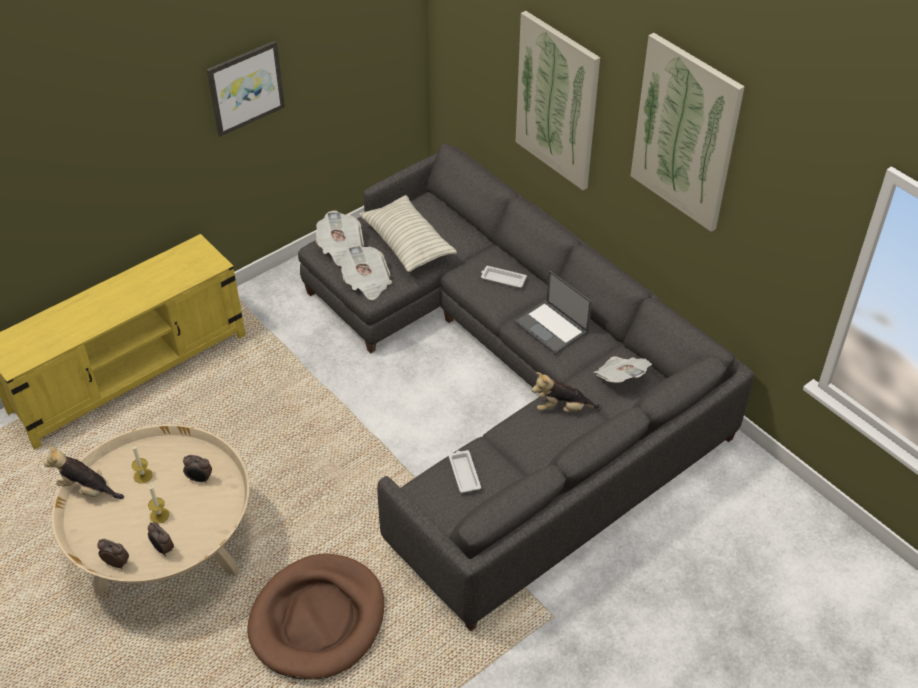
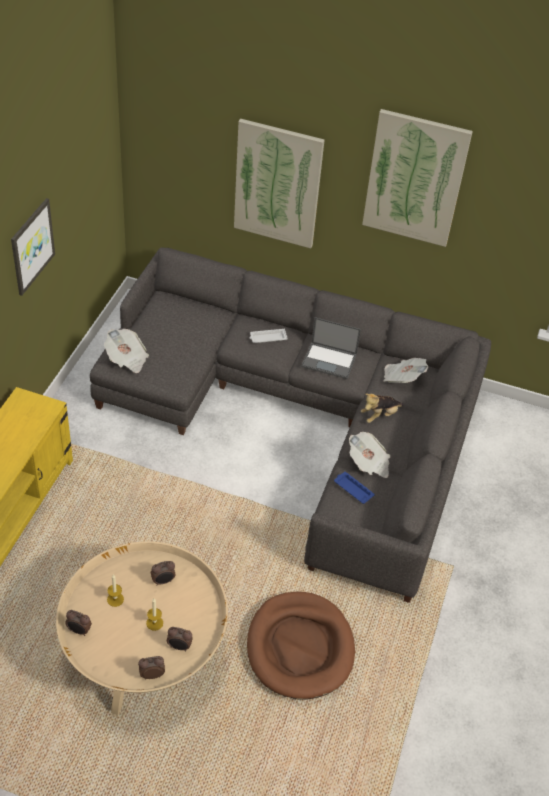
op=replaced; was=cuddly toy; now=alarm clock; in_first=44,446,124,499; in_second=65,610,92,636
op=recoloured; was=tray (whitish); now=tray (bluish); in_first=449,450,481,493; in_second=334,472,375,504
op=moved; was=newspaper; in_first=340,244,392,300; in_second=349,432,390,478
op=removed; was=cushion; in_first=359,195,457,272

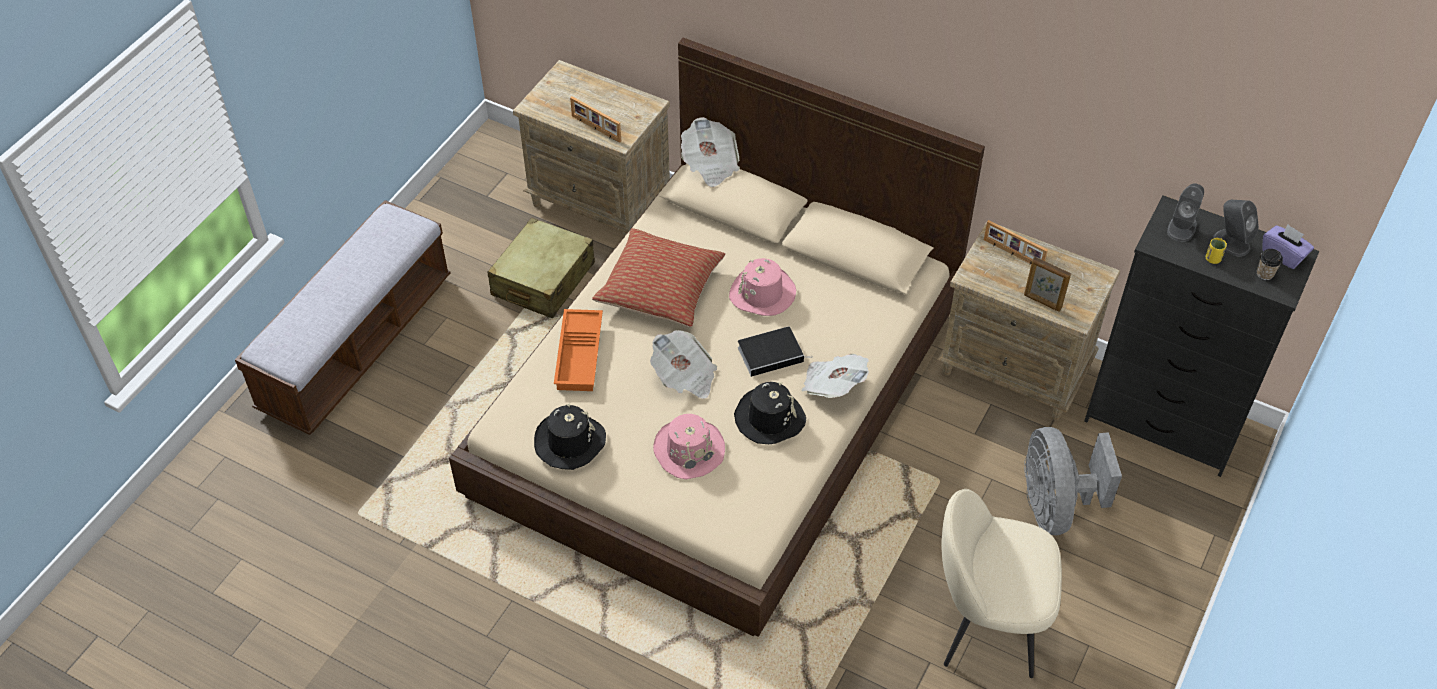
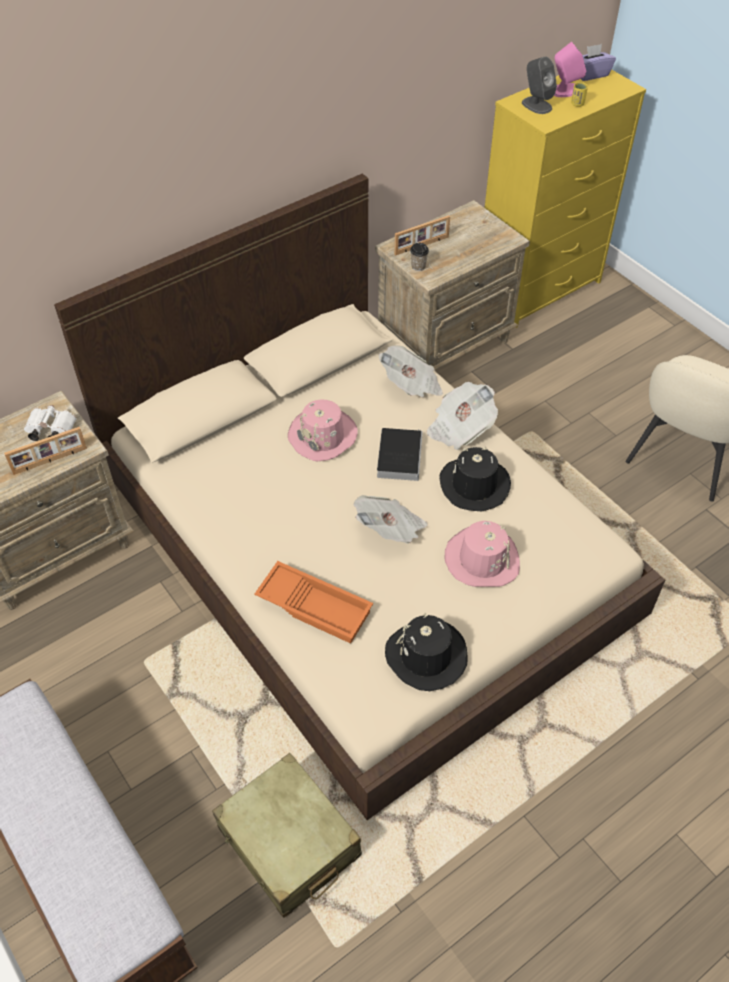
op=added; now=pair of binoculars (whitish); in_second=24,405,77,441
op=moved; was=travel case (sand-coloured); in_first=487,218,595,318; in_second=212,753,362,918
op=moved; was=newspaper; in_first=681,117,740,187; in_second=379,345,443,397
op=moved; was=cup; in_first=1257,249,1283,280; in_second=410,243,429,271
op=recoloured; was=chest of drawers (blackish); now=chest of drawers (yellowish); in_first=1085,195,1319,477; in_second=484,70,646,328
op=recoloured; was=audio speaker (gray); now=audio speaker (pink-coloured); in_first=1213,200,1259,257; in_second=554,42,586,97
op=removed; was=cushion; in_first=592,228,725,327
op=removed; was=photo frame; in_first=1024,257,1071,312
op=removed; was=cooling fan (gray); in_first=1024,427,1122,535

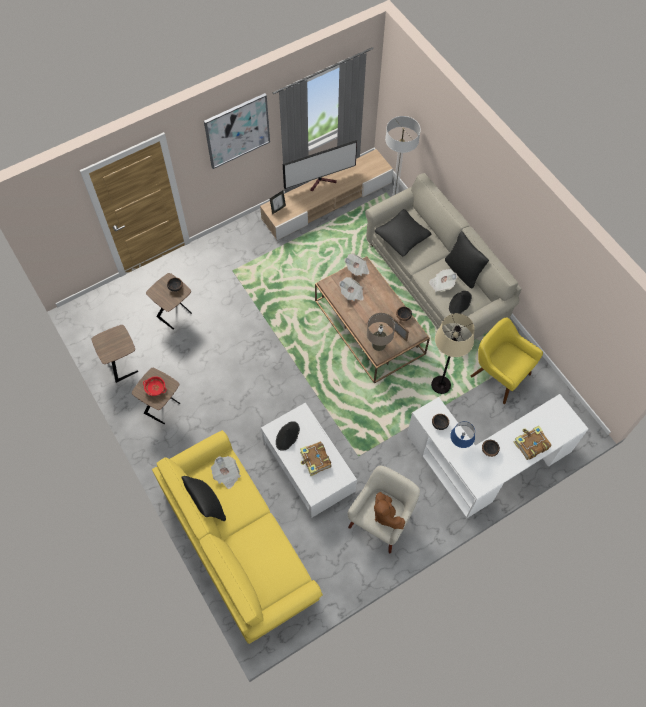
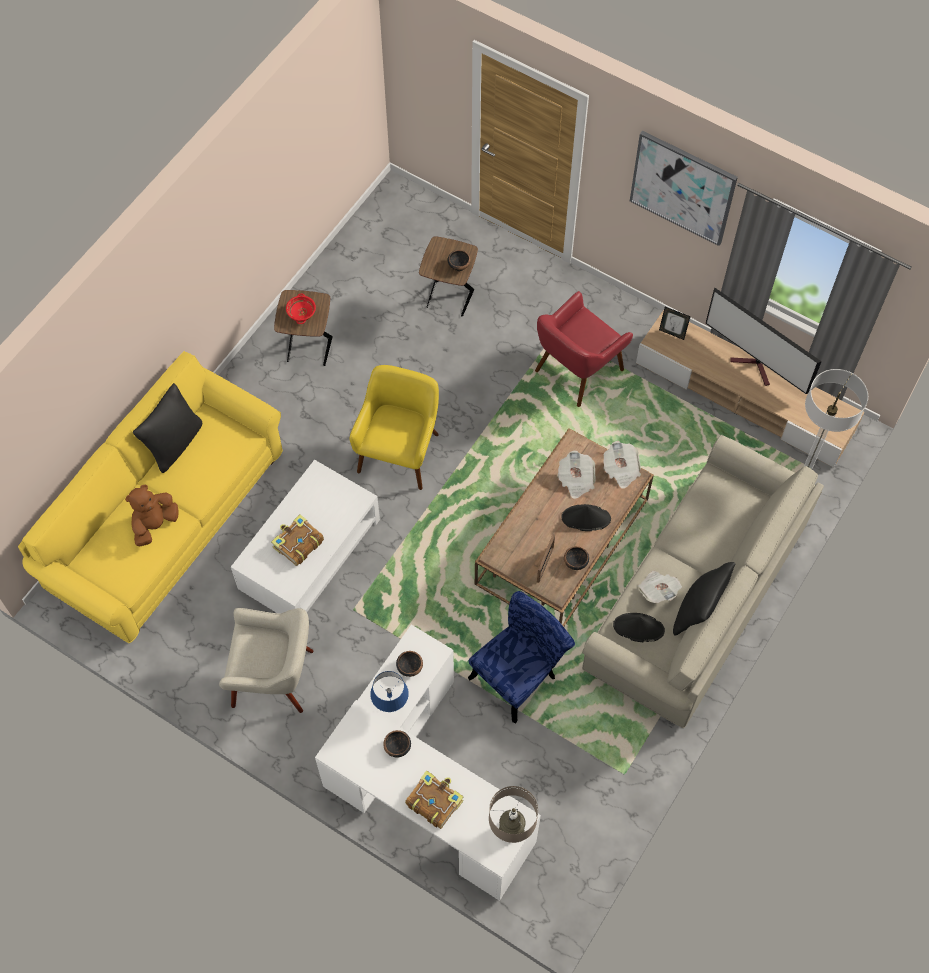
op=moved; was=cuddly toy (brown-coloured); in_first=374,492,405,529; in_second=125,485,179,546
op=moved; was=lounge chair (yellowish); in_first=471,318,543,404; in_second=349,365,439,490
op=replaced; was=floor lamp (sand-coloured); now=upright chair (bluish); in_first=431,313,475,394; in_second=468,591,575,724
op=moved; was=lamp for a table (sand-coloured); in_first=367,313,395,351; in_second=489,786,538,843
op=added; now=lounge chair (red-coloured); in_second=535,291,633,407
op=moved; was=wearable hat (blackish); in_first=276,421,300,451; in_second=561,504,611,531
op=removed; was=accent table (brown-coloured); in_first=92,325,138,383
op=removed; was=newspaper; in_first=211,456,241,489
op=removed; was=cushion (blackish); in_first=375,209,431,257

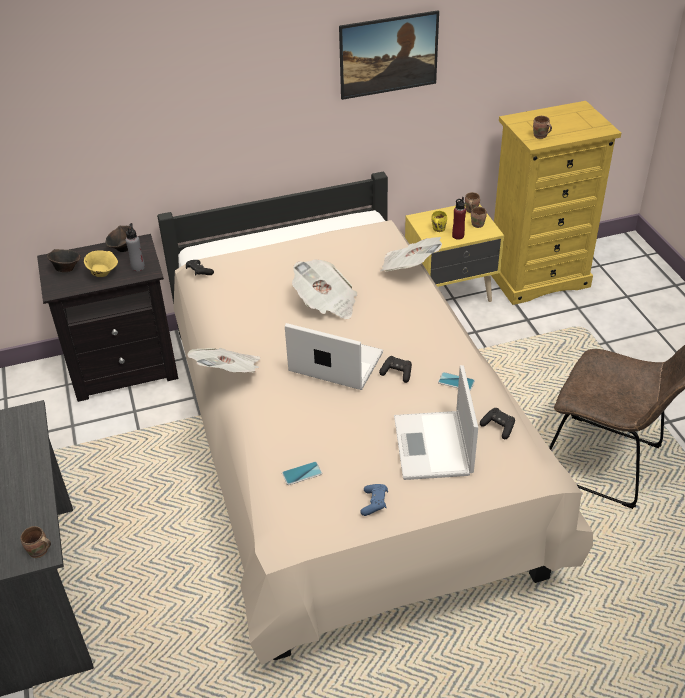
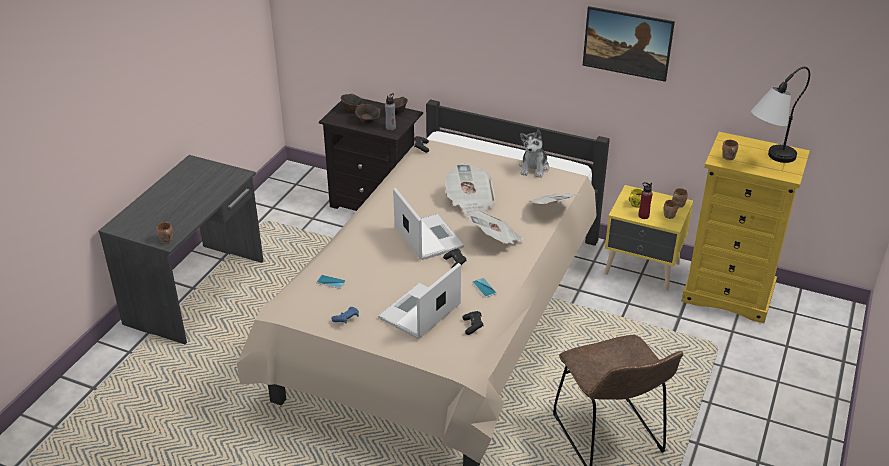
op=recoloured; was=bowl (yellowish); now=bowl (brown-coloured); in_first=84,250,118,277; in_second=355,104,380,124
op=moved; was=newspaper; in_first=187,348,261,372; in_second=468,210,525,244
op=added; now=cuddly toy; in_second=520,130,549,178
op=added; now=lamp for a table; in_second=751,67,810,163

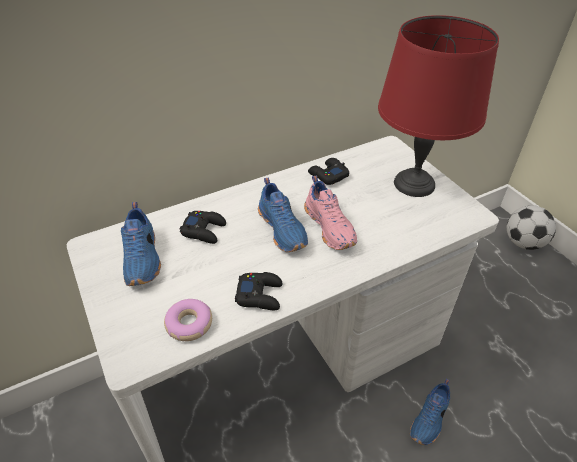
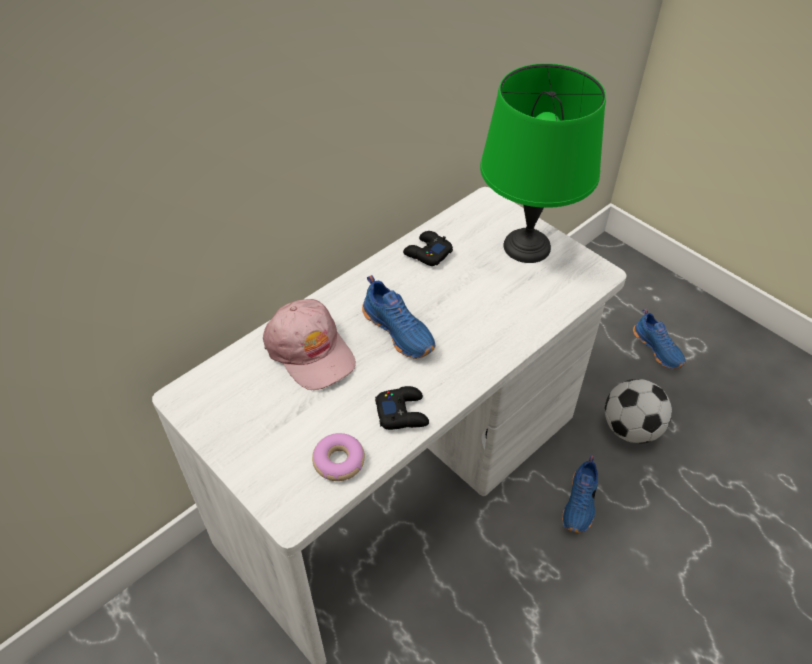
op=replaced; was=joypad (blackish); now=baseball cap (pink-coloured); in_first=179,211,226,244; in_second=263,299,356,390
op=recoloured; was=lamp for a table (red-coloured); now=lamp for a table (greenish); in_first=378,15,499,197; in_second=480,63,606,263
op=moved; was=football; in_first=507,205,556,250; in_second=605,379,672,444
op=moved; was=low shoe (bluish); in_first=121,202,161,286; in_second=633,309,686,369
op=removed; was=low shoe (pink-coloured); in_first=304,175,357,250

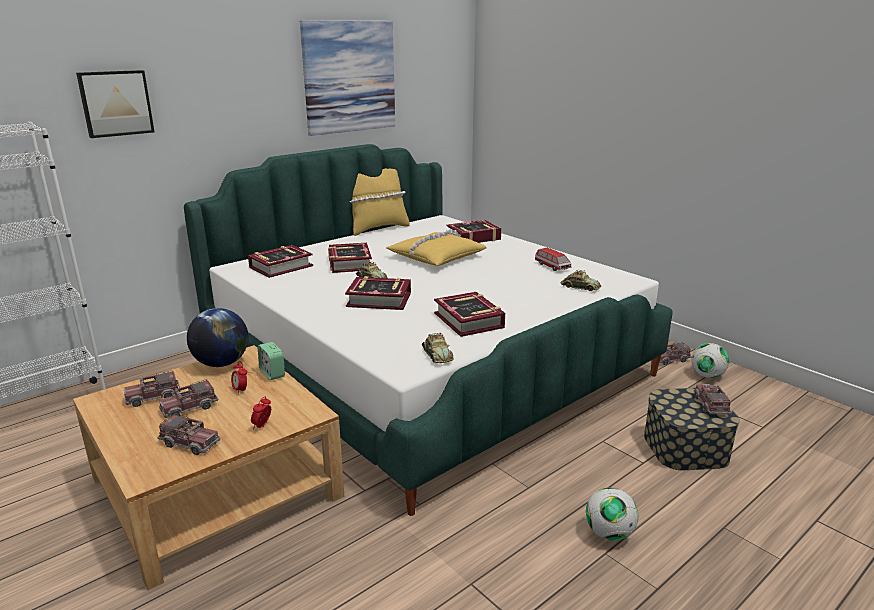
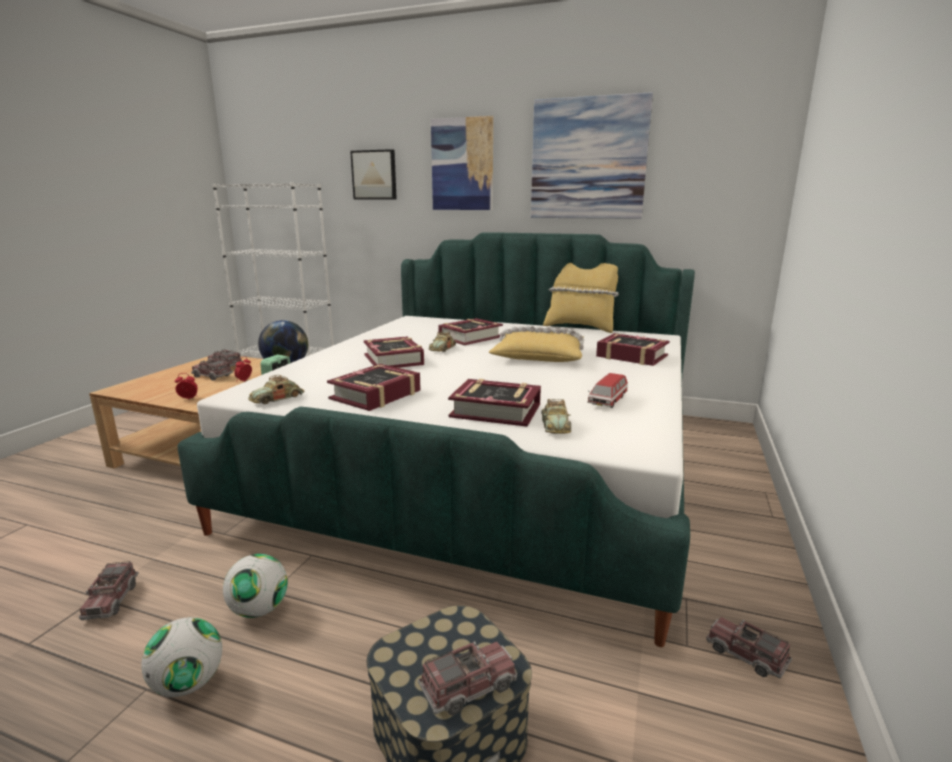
op=moved; was=toy truck; in_first=157,414,220,455; in_second=79,561,139,620
op=moved; was=football; in_first=691,343,729,378; in_second=223,554,288,618
op=added; now=wall art; in_second=431,116,493,210
op=moved; was=book; in_first=248,245,313,278; in_second=448,379,541,427

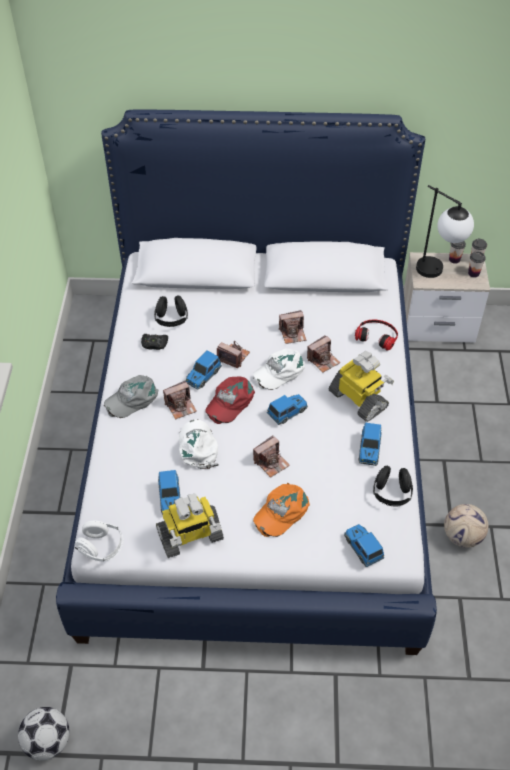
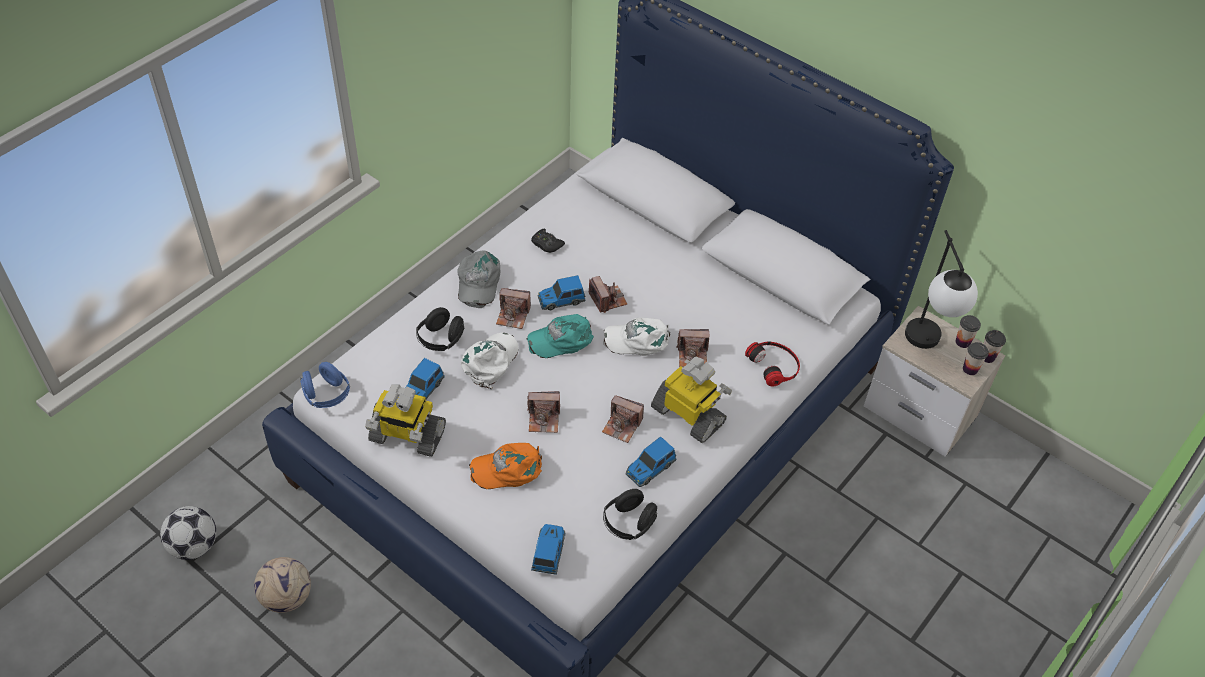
op=moved; was=football; in_first=444,504,489,548; in_second=254,557,311,613
op=recoloured; was=pair of headphones (whitish); now=pair of headphones (bluish); in_first=75,521,123,562; in_second=300,362,350,408
op=moved; was=pair of headphones (blackish); in_first=154,296,188,327; in_second=416,307,464,351
op=turned; was=baseball cap (gray); in_first=104,375,158,418; in_second=457,250,500,308; clockwise=-90
op=recoloured; was=baseball cap (red-coloured); now=baseball cap (blue-green); in_first=205,376,255,424; in_second=526,314,594,358
op=moved; was=still camera; in_first=279,310,306,344; in_second=602,395,644,443
op=turned; was=model robot; in_first=329,351,394,422; in_second=651,357,732,443; clockwise=-45
op=removed; was=toy car; in_first=267,394,308,425

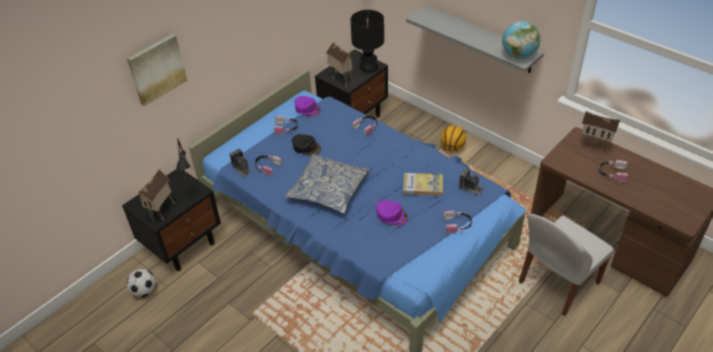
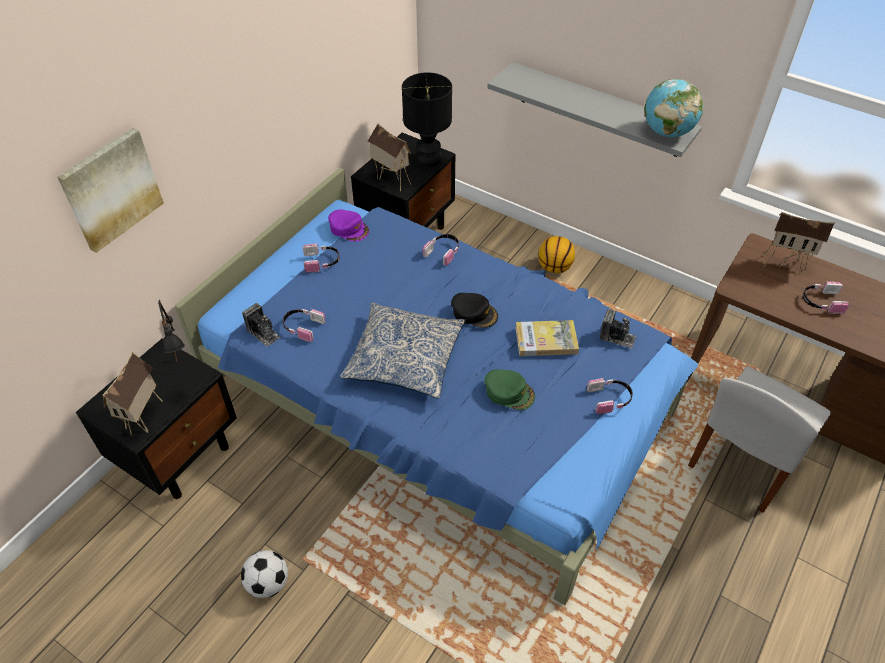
op=moved; was=football; in_first=127,269,156,297; in_second=241,550,288,598
op=moved; was=baseball cap (blackish); in_first=292,134,321,156; in_second=451,293,498,328
op=recoloured; was=baseball cap (purple-coloured); now=baseball cap (greenish); in_first=376,200,408,226; in_second=484,369,535,410

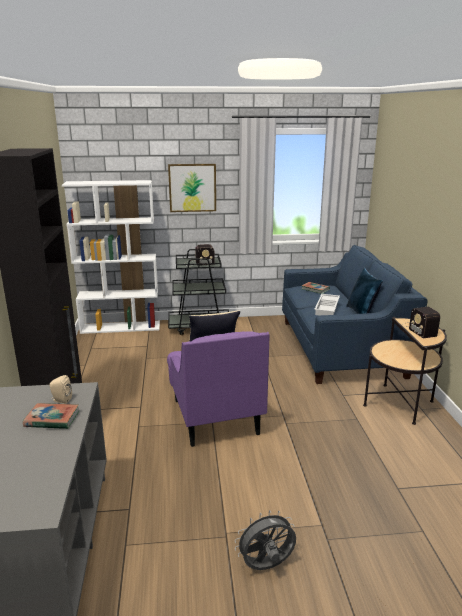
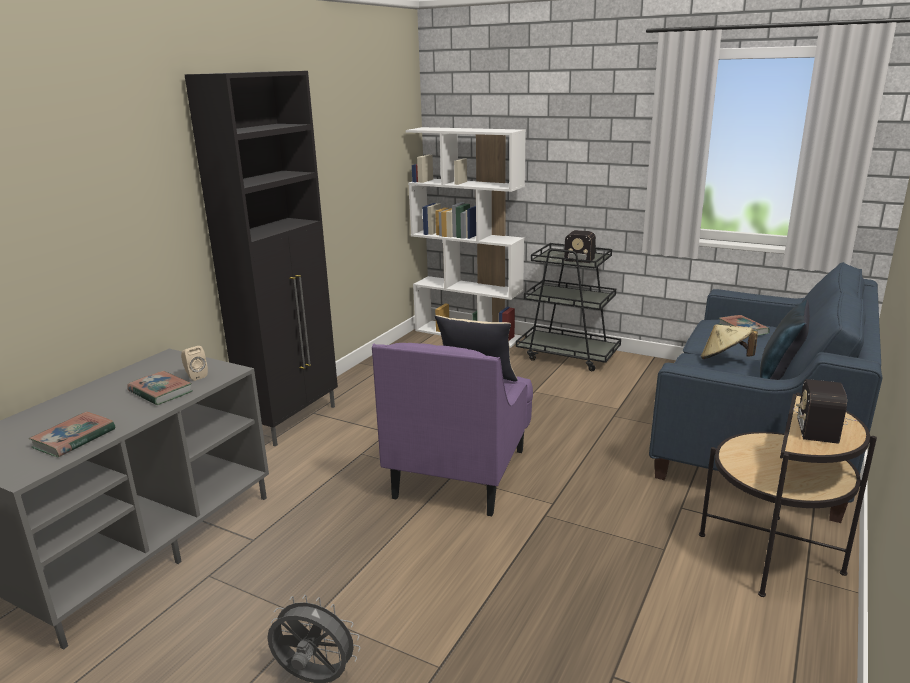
op=added; now=book; in_second=29,411,115,457
op=replaced; was=tray (whitish); now=wearable hat (sand-coloured); in_first=314,294,340,316; in_second=701,324,758,359
op=removed; was=wall art; in_first=168,164,216,212

